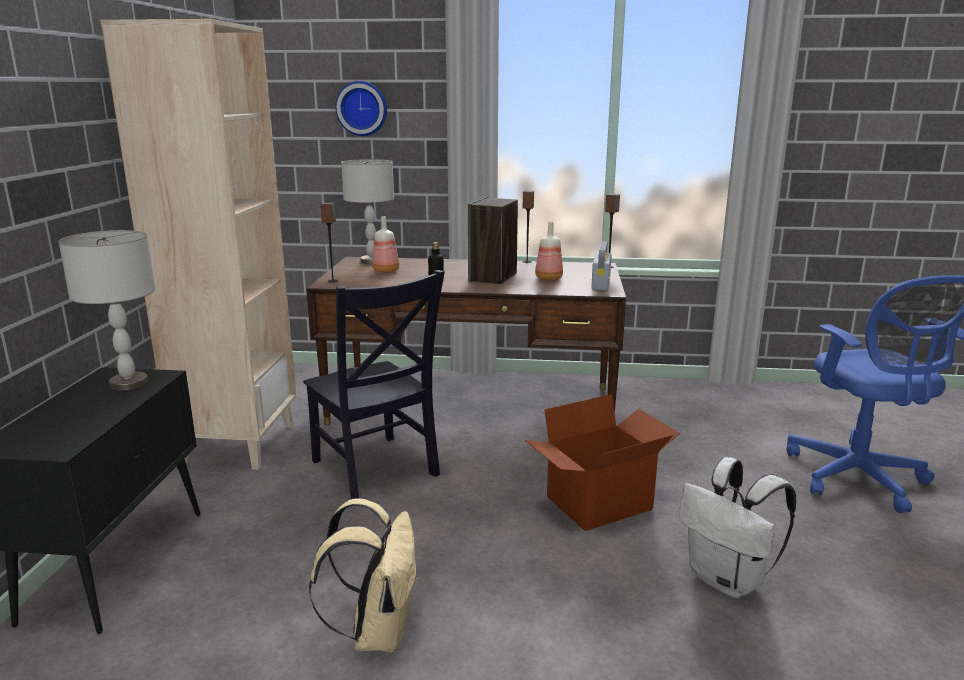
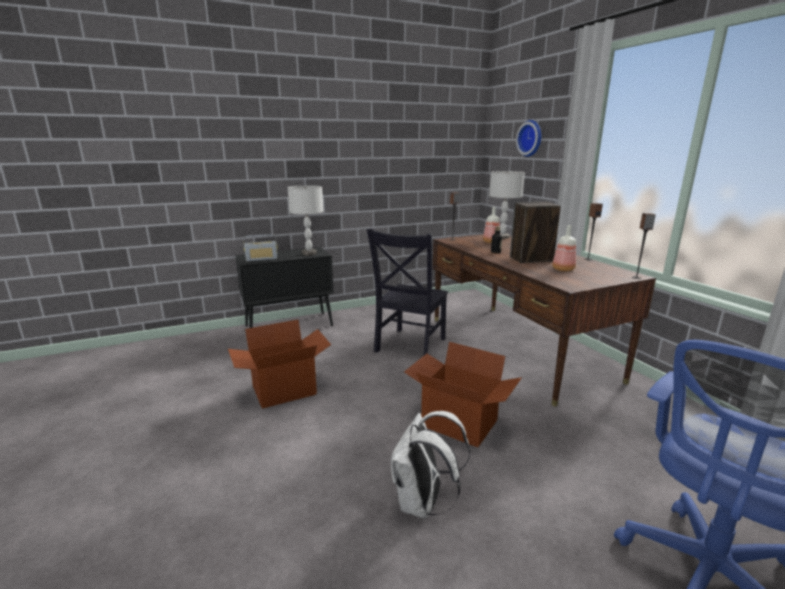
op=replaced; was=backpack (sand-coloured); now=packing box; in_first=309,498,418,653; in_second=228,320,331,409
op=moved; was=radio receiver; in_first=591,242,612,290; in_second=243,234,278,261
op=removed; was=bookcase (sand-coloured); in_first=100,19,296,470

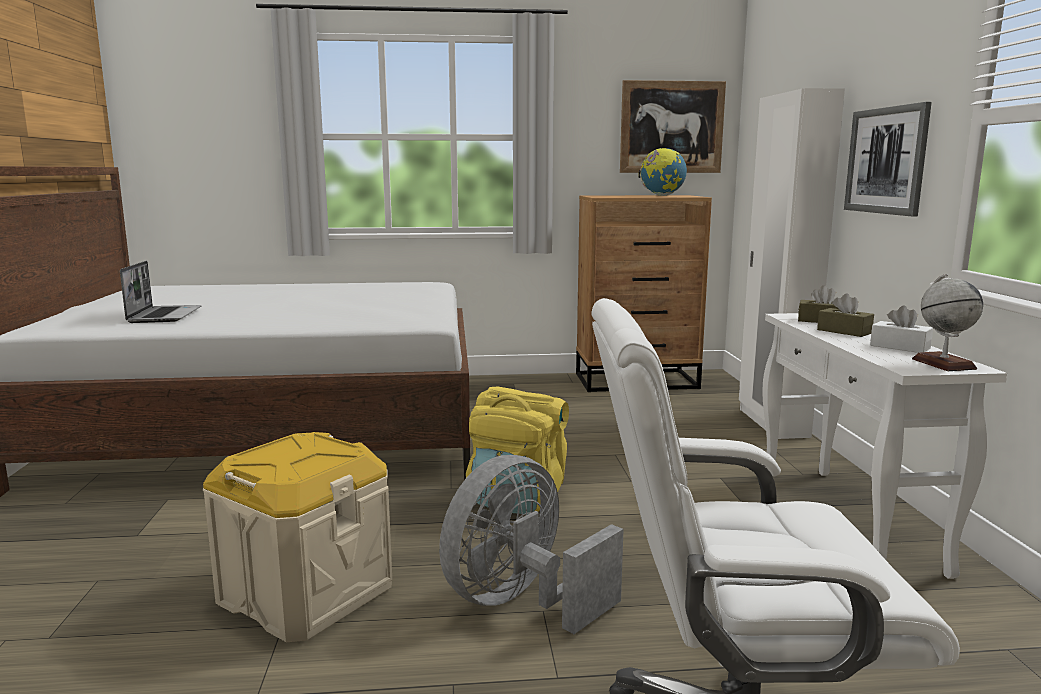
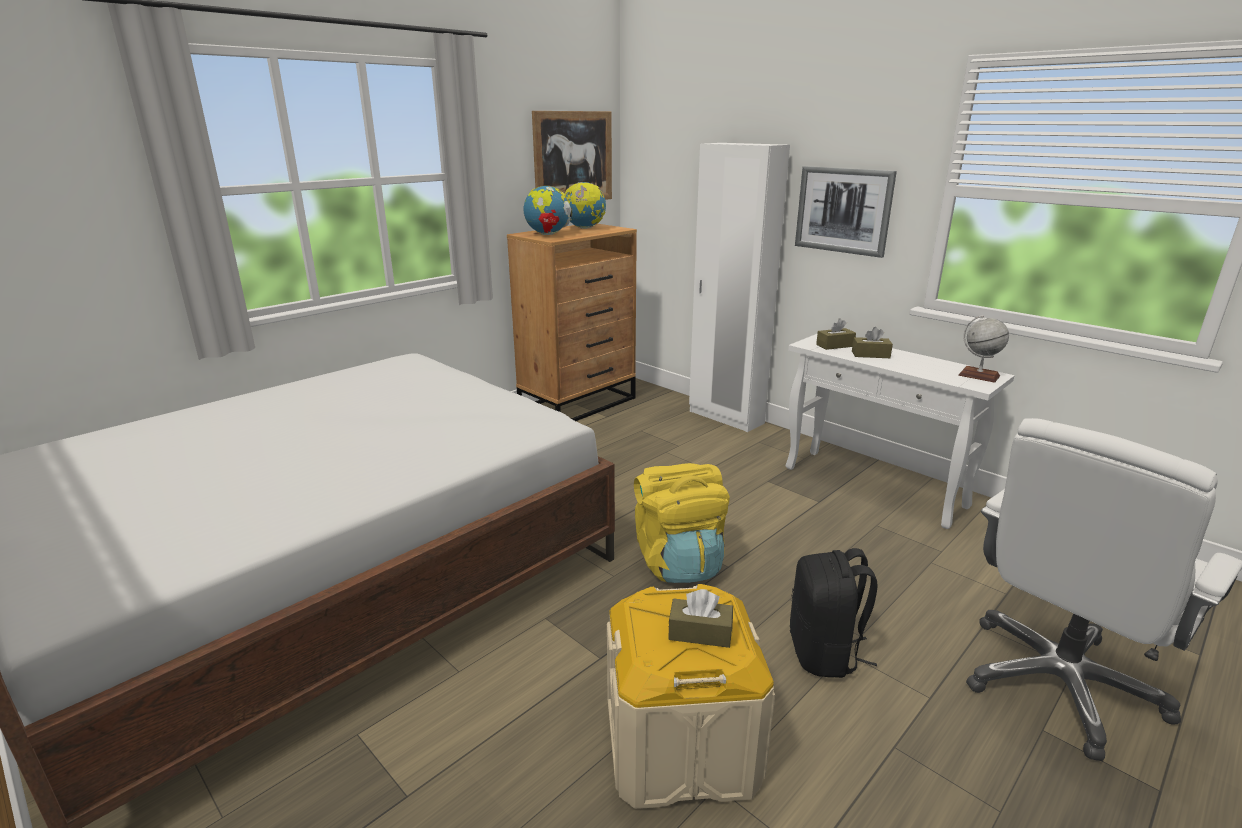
op=added; now=desk globe; in_second=524,186,572,235
op=added; now=box of tissues (brown-coloured); in_second=668,589,733,648
op=replaced; was=cooling fan (gray); now=backpack (blackish); in_first=439,455,624,634; in_second=790,548,877,678
op=removed; was=notebook computer; in_first=120,261,201,323
op=removed; was=box of tissues (whitish); in_first=870,305,933,353

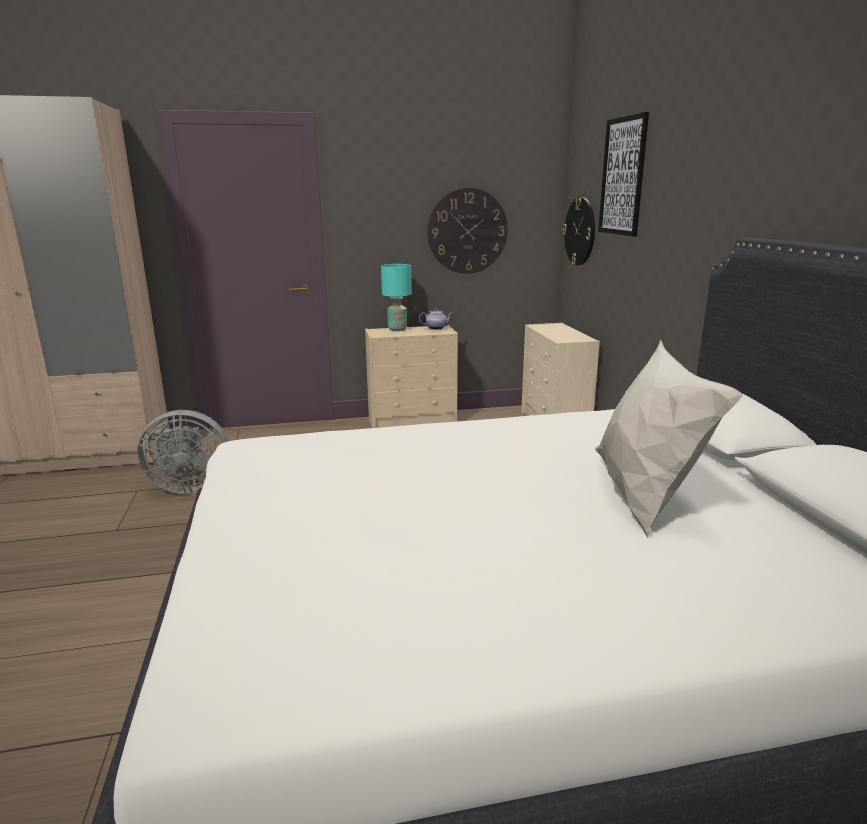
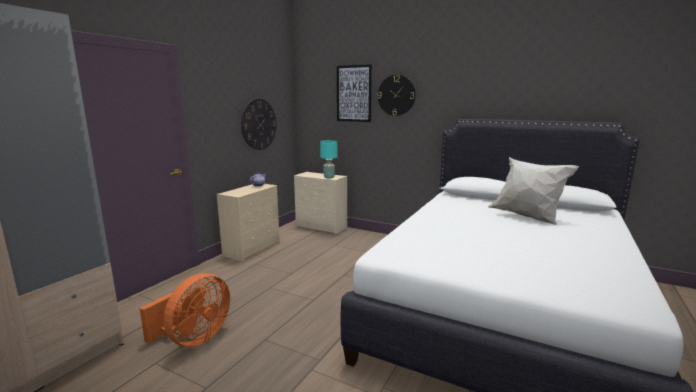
op=recoloured; was=cooling fan (gray); now=cooling fan (orange); in_first=137,410,229,494; in_second=140,273,230,347
op=moved; was=lamp for a table (blue-green); in_first=381,264,412,331; in_second=320,140,337,178
op=moved; was=wall clock; in_first=563,197,595,265; in_second=377,75,416,116

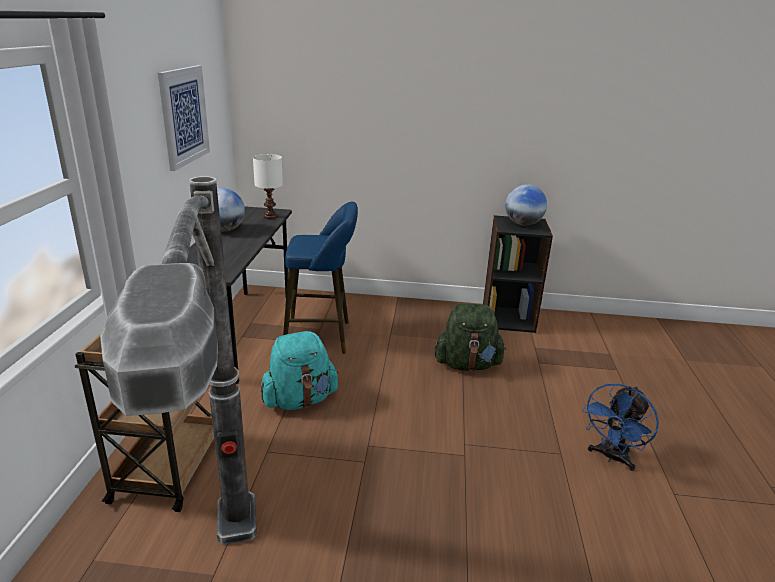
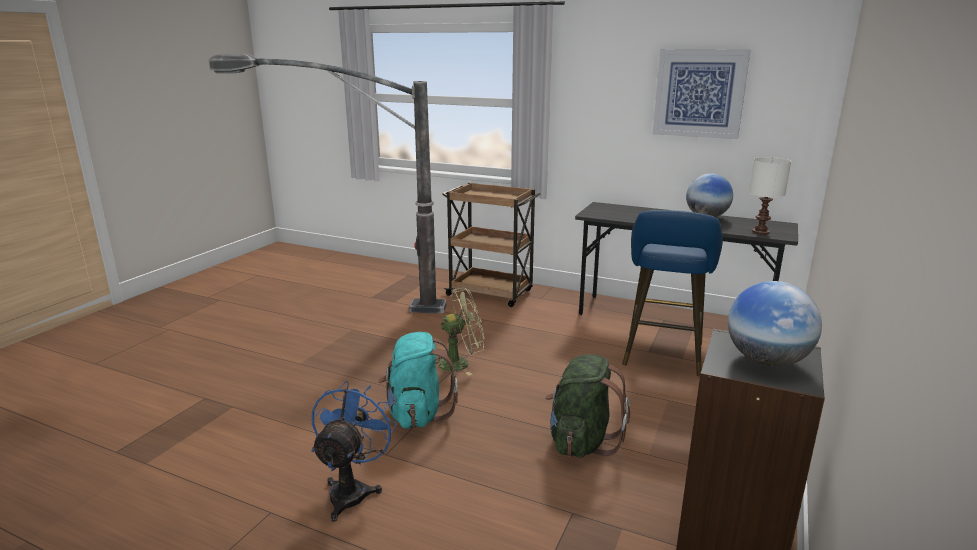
op=turned; was=cooling fan (bluish); in_first=582,384,659,471; in_second=311,381,397,522; clockwise=45
op=moved; was=backpack (blue-green); in_first=261,331,339,410; in_second=378,332,458,429
op=added; now=cooling fan (greenish); in_second=435,288,484,376

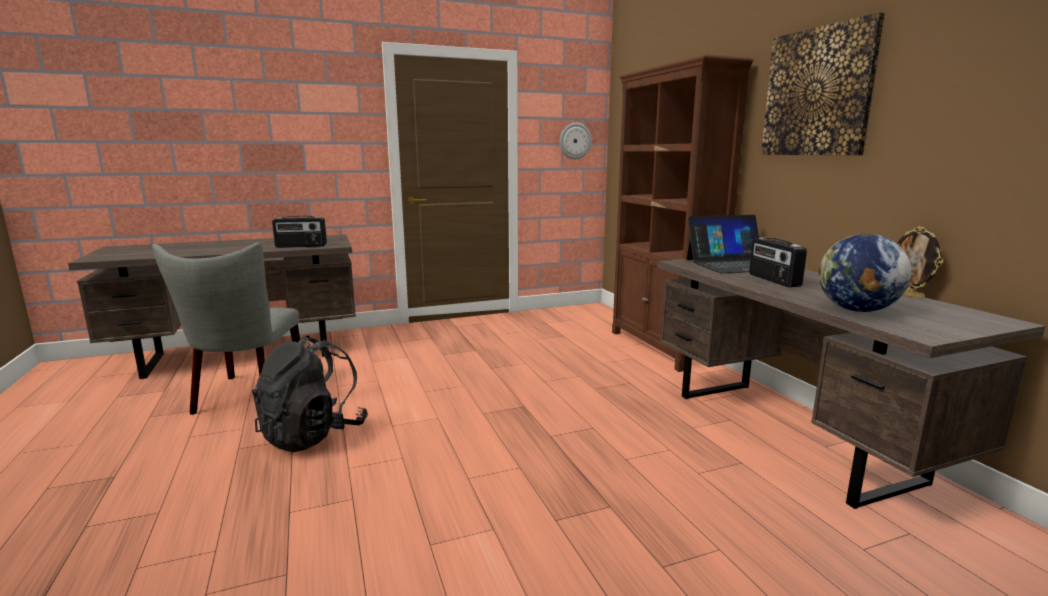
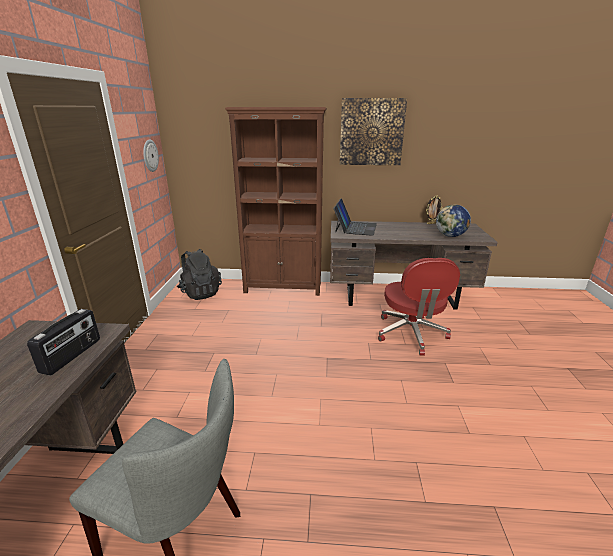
op=moved; was=backpack (blackish); in_first=252,335,368,453; in_second=177,249,222,300
op=added; now=office chair (red-coloured); in_second=378,258,460,356
op=removed; was=radio receiver; in_first=749,237,807,287

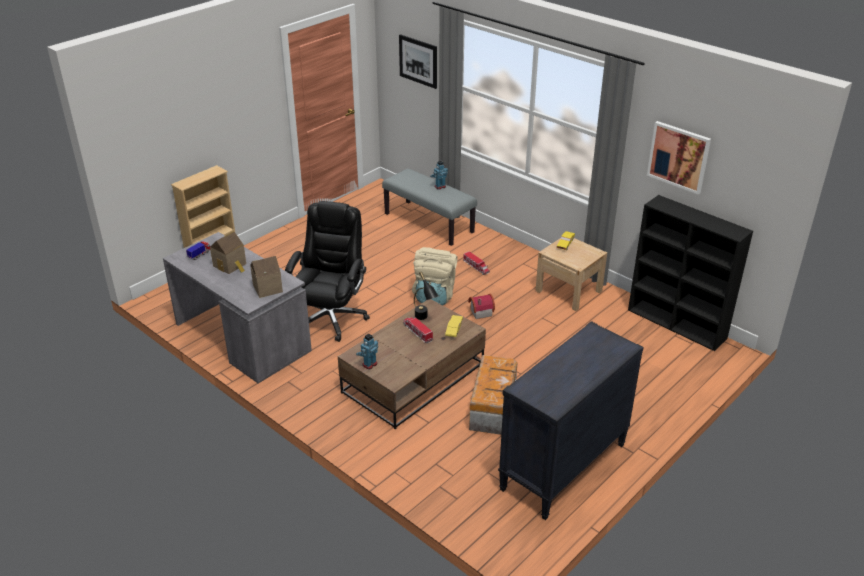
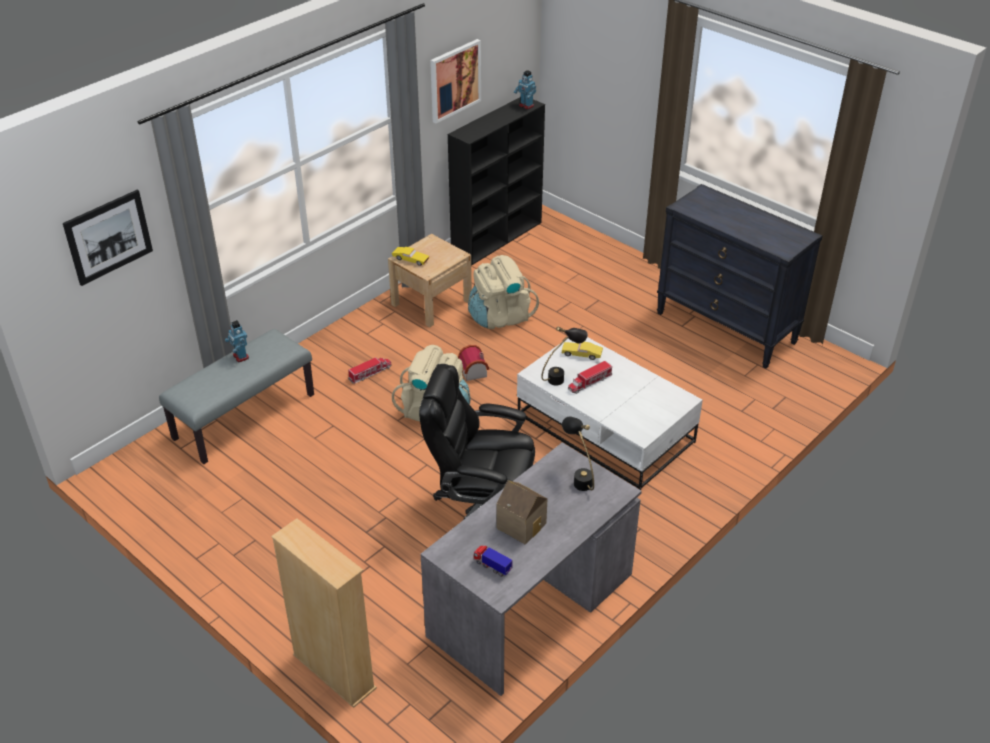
op=added; now=backpack (sand-coloured); in_second=468,255,539,329
op=moved; was=model robot; in_first=356,333,378,370; in_second=514,70,536,109
op=recoloured; was=coffee table (brown-coloured); now=coffee table (whitish); in_first=338,299,486,429; in_second=517,337,703,490
op=replaced; was=miniature house; now=lamp for a table (blackish); in_first=250,256,283,298; in_second=562,416,594,491
op=removed; was=storage box; in_first=469,355,517,435

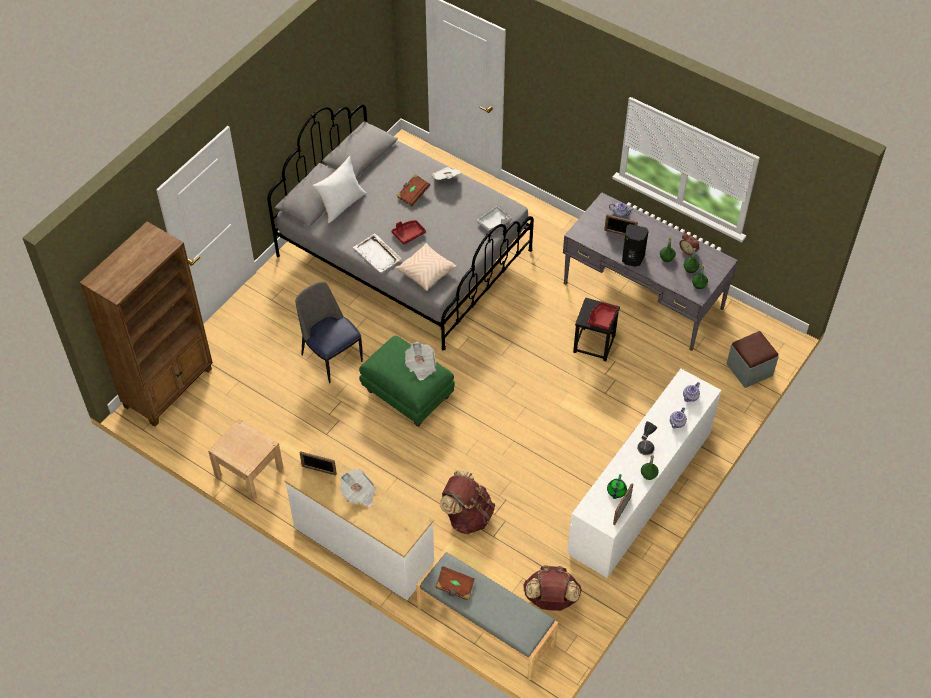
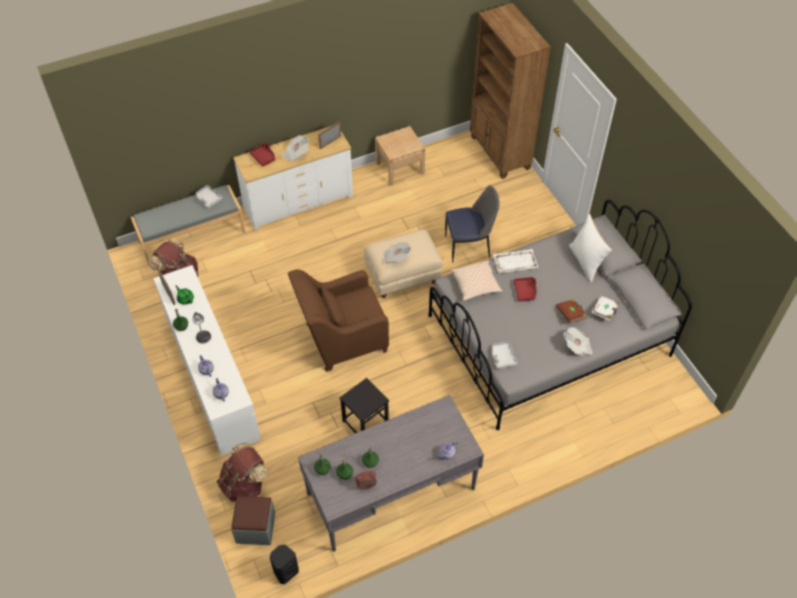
op=replaced; was=book (brown-coloured); now=tray (gray); in_first=435,566,475,600; in_second=196,185,222,208
op=moved; was=backpack (brown-coloured); in_first=440,471,495,535; in_second=217,443,268,502
op=moved; was=tray (red-coloured); in_first=588,302,617,330; in_second=250,143,275,167
op=moved; was=audio speaker (blackish); in_first=622,224,649,267; in_second=270,545,299,584
op=added; now=lounge chair (brown-coloured); in_second=288,270,389,372
op=recoloured; was=ottoman (greenish); now=ottoman (sand-coloured); in_first=359,335,455,427; in_second=364,230,443,298
op=added; now=book (whitish); in_second=592,296,619,321
op=removed; was=photo frame; in_first=604,214,638,235

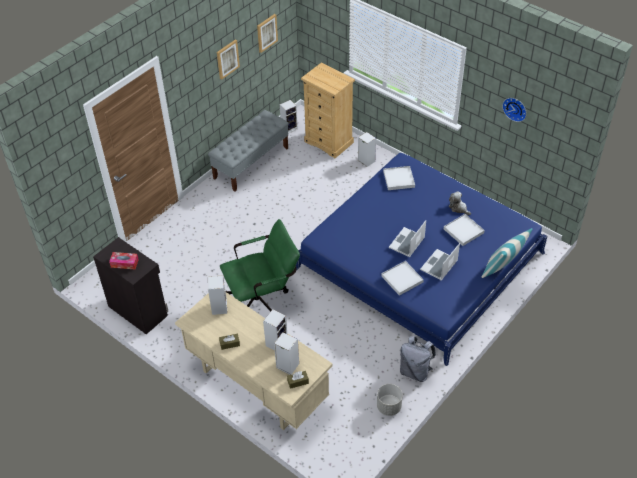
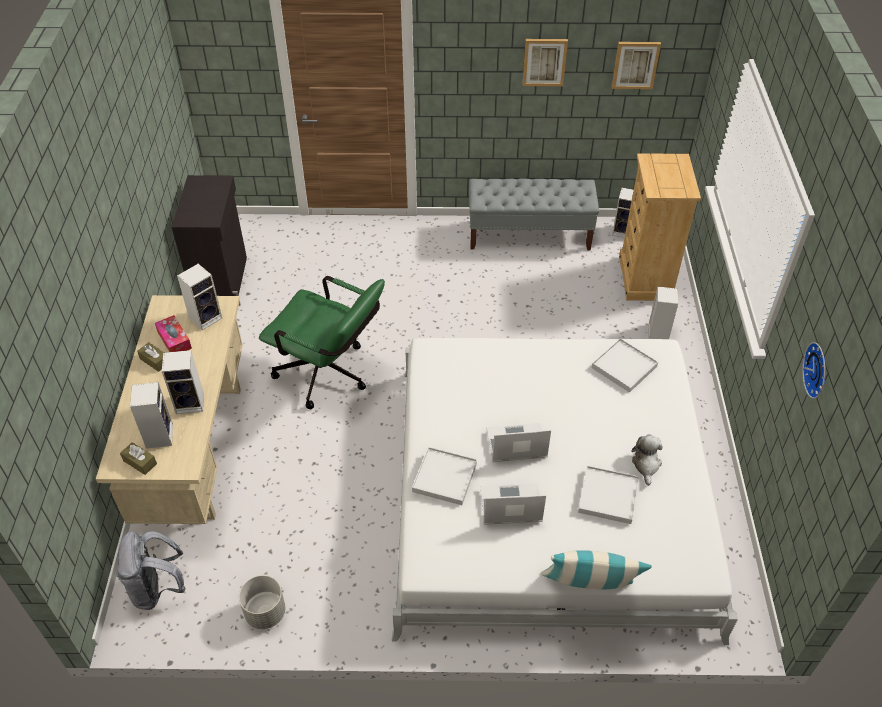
op=moved; was=backpack (gray); in_first=400,336,436,382; in_second=116,531,186,610
op=moved; was=box of tissues; in_first=109,252,139,269; in_second=155,315,192,352
op=recoloured; was=sleeping bed (bluish); now=sleeping bed (whitish); in_first=296,153,547,366; in_second=392,338,738,645

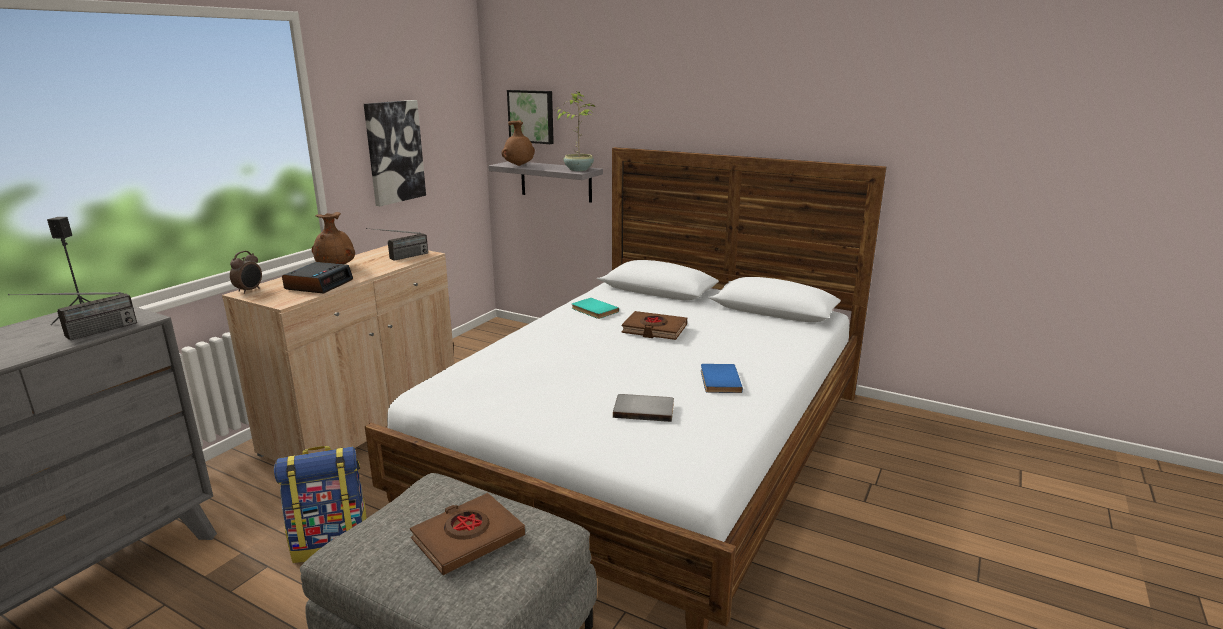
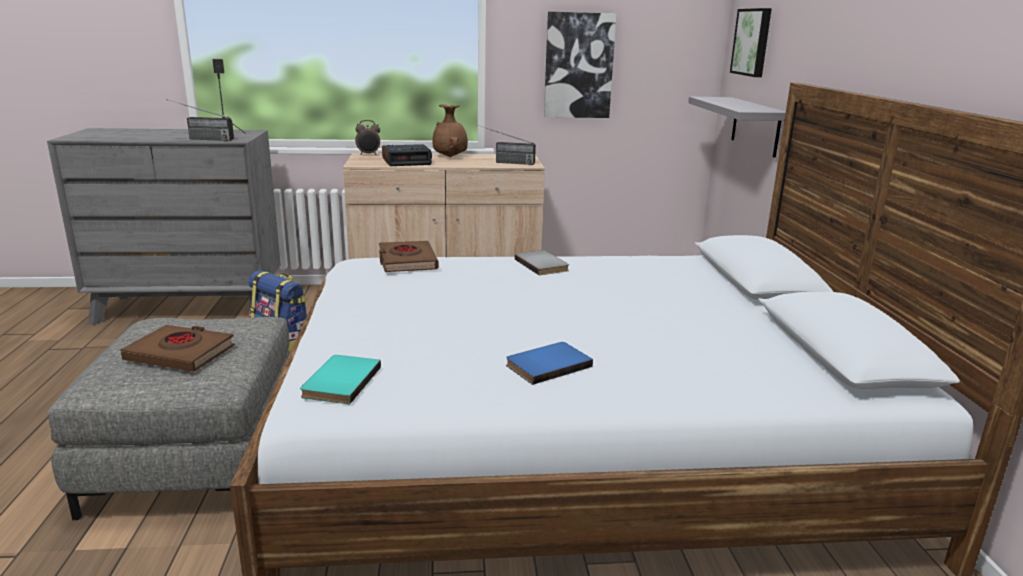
op=moved; was=book (blue-green); in_first=572,298,619,319; in_second=300,355,381,404
op=moved; was=book (brown-coloured); in_first=622,311,687,340; in_second=379,241,439,272
op=moved; was=book (gray); in_first=613,394,674,422; in_second=515,250,569,275
op=removed; was=decorative vase (brown-coloured); in_first=501,120,535,166
op=removed; was=potted plant; in_first=555,92,595,171

